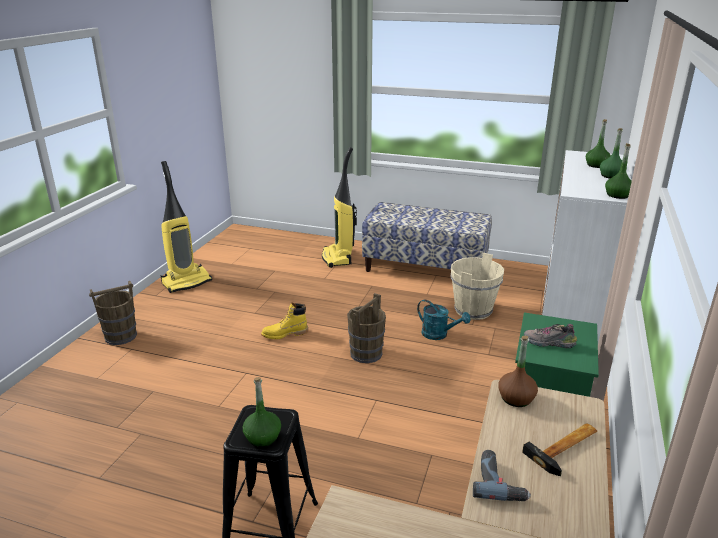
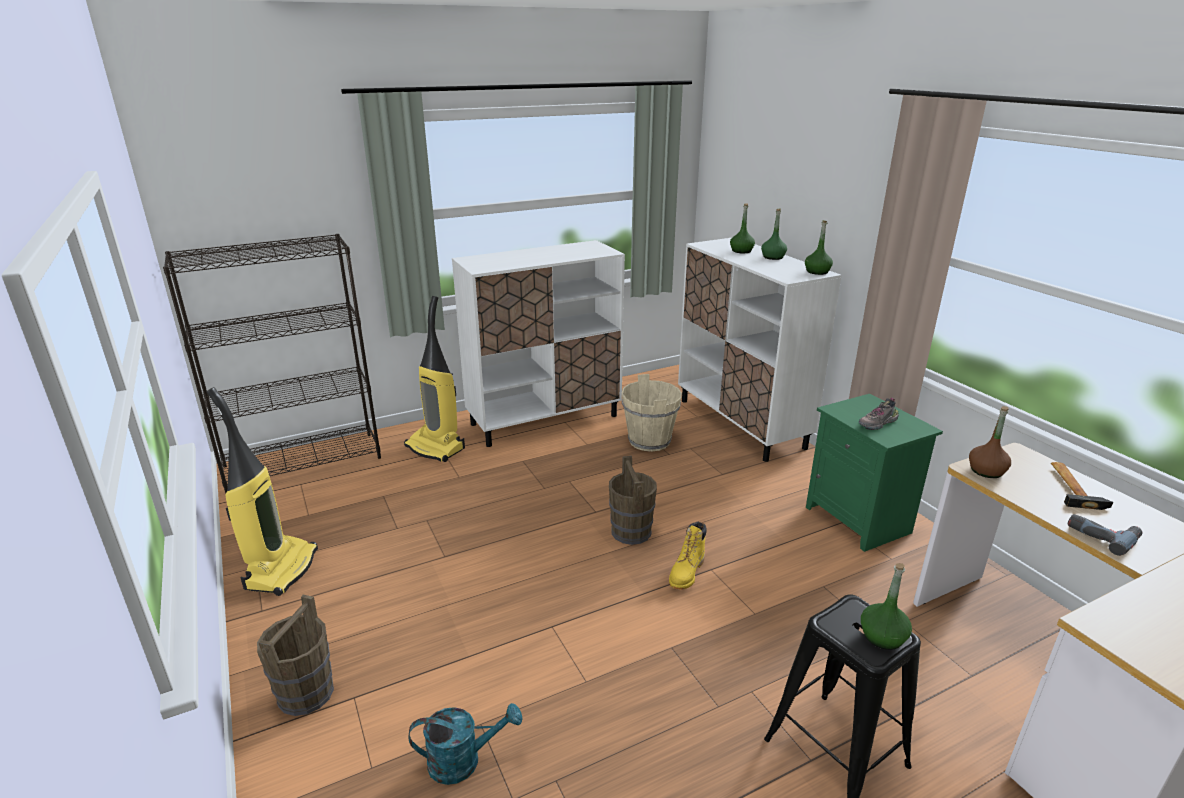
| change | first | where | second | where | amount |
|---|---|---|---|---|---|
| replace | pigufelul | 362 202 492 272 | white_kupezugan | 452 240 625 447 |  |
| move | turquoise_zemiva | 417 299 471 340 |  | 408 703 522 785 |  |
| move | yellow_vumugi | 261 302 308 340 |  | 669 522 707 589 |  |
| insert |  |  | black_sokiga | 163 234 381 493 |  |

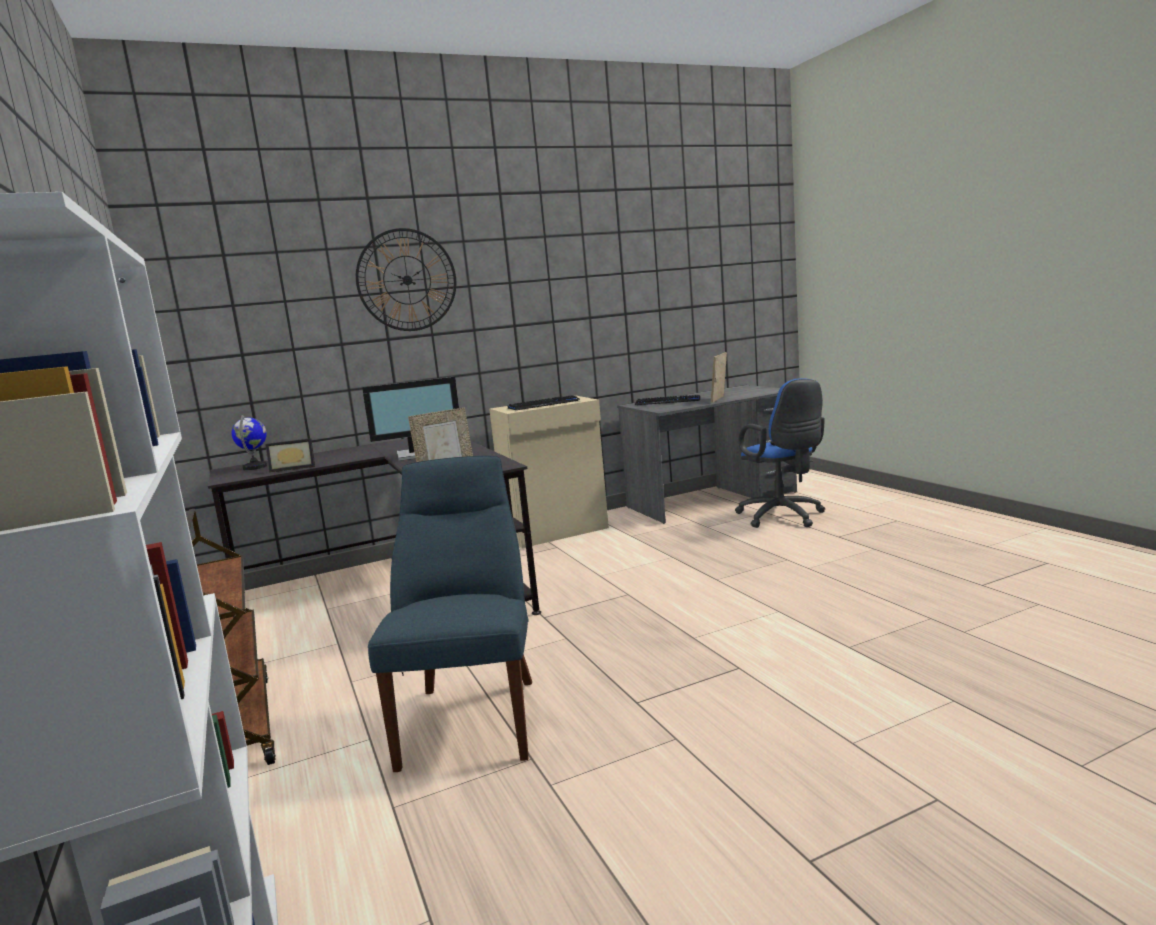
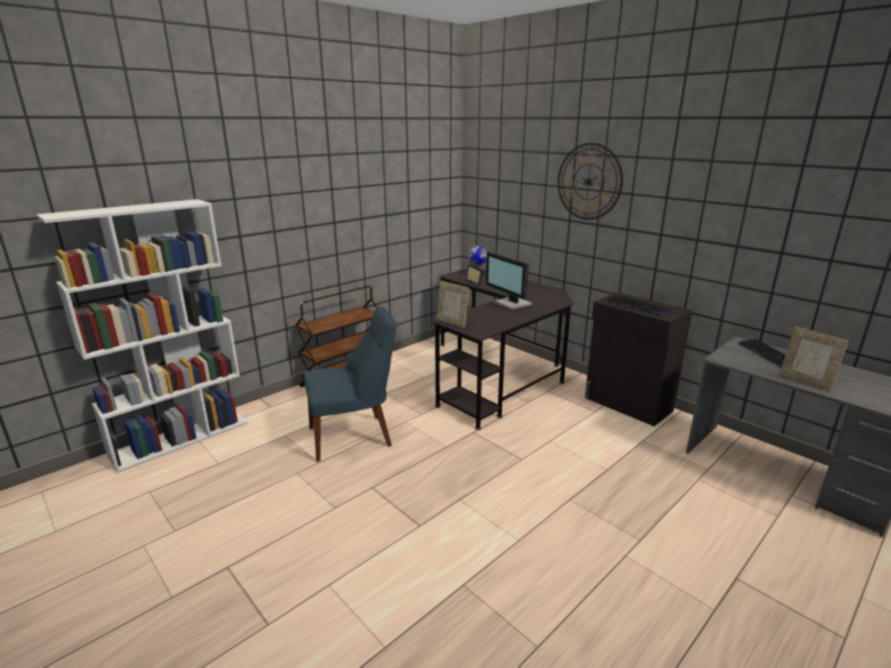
| change | first | where | second | where | amount |
|---|---|---|---|---|---|
| rotate | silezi | 711 352 727 403 |  | 779 327 849 391 | 135 degrees counterclockwise |
| delete | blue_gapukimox | 735 378 825 528 |  |  |  |
| recolor | beige_kupezugan | 489 396 609 548 | black_kupezugan | 585 292 692 426 |  |

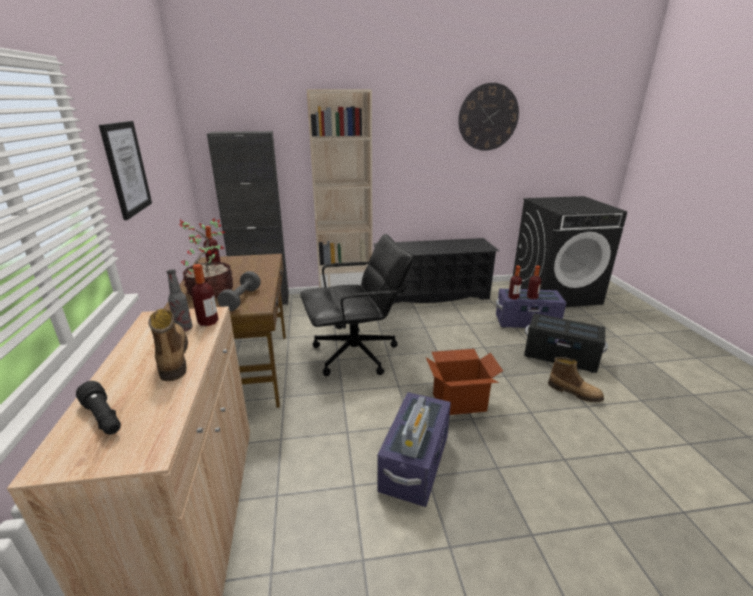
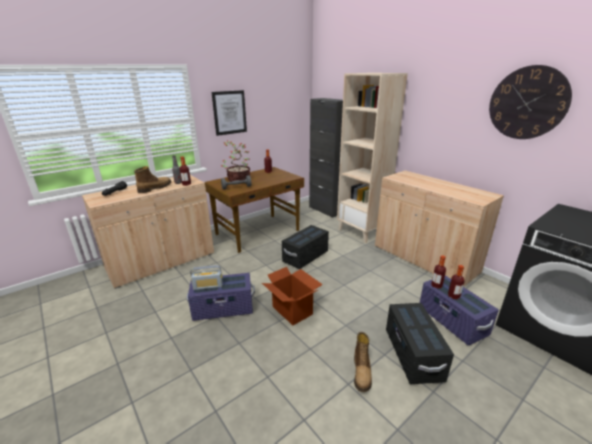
| change | first | where | second | where | amount |
|---|---|---|---|---|---|
| replace | black_gapukimox | 300 234 413 376 | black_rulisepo | 282 225 329 269 |  |
| replace | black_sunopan | 373 238 499 304 | beige_kupezugan | 375 171 504 287 |  |

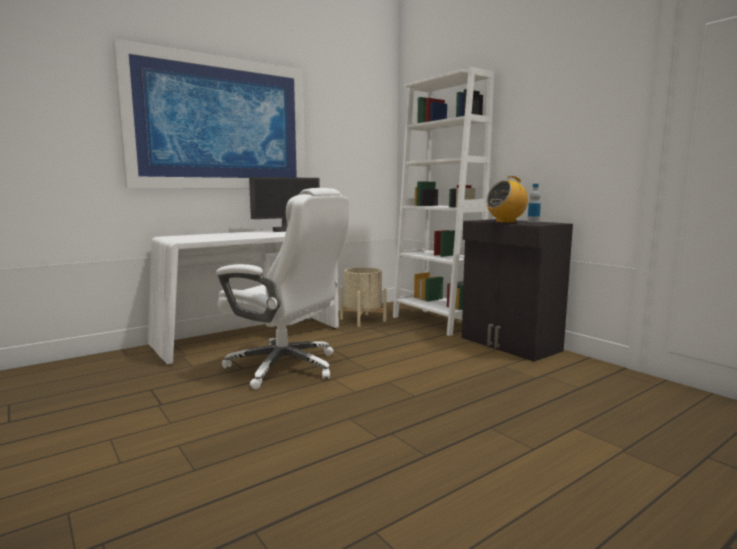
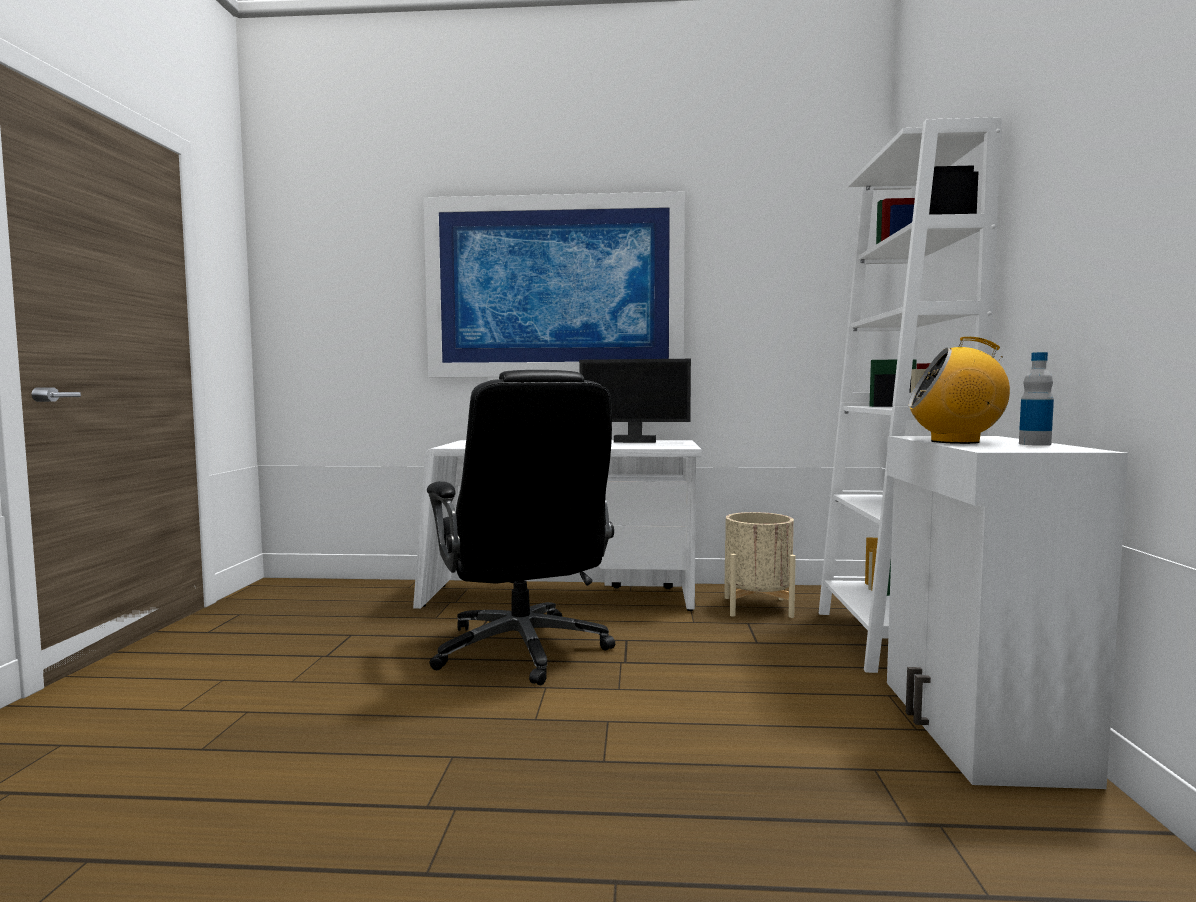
| change | first | where | second | where | amount |
|---|---|---|---|---|---|
| recolor | white_gapukimox | 216 188 349 390 | black_gapukimox | 427 370 615 685 |  |
| recolor | black_kupezugan | 462 219 573 361 | white_kupezugan | 886 436 1128 789 |  |

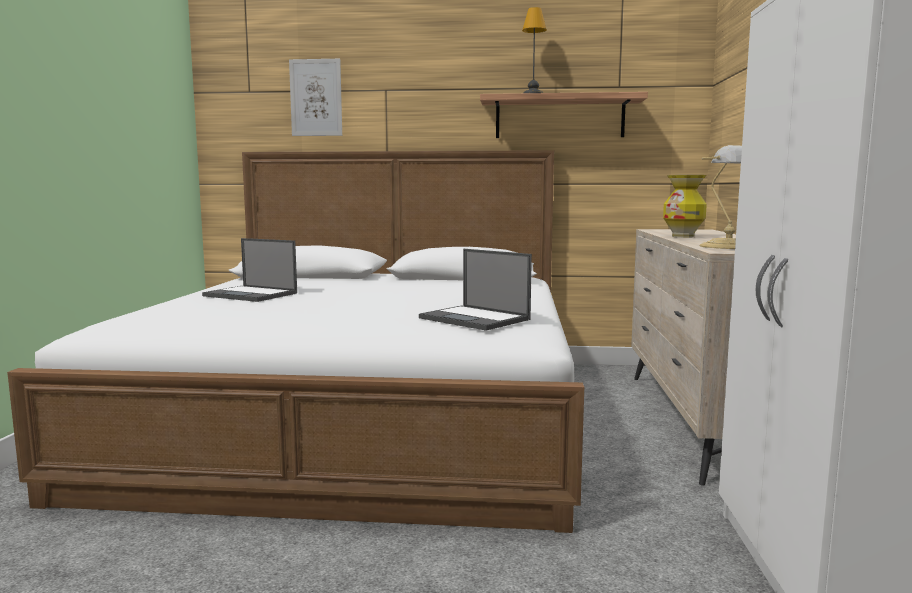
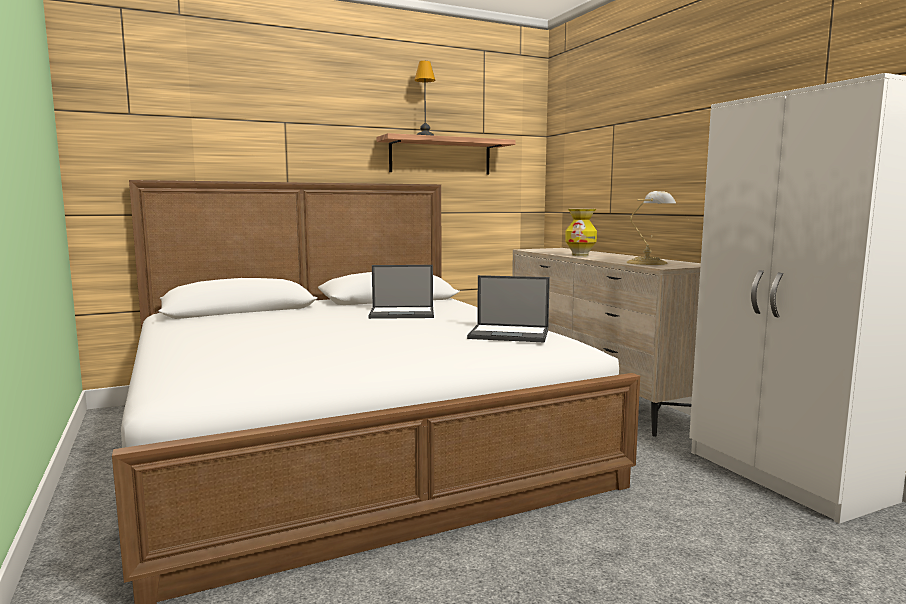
| change | first | where | second | where | amount |
|---|---|---|---|---|---|
| delete | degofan | 289 59 342 136 |  |  |  |
| move | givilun | 202 238 297 302 |  | 368 265 434 319 |  |

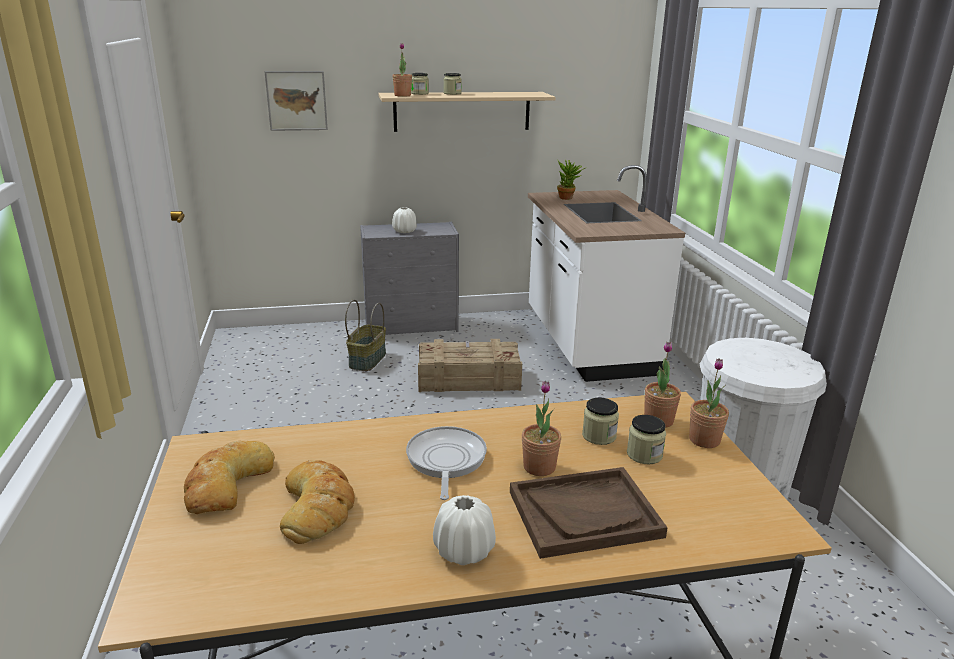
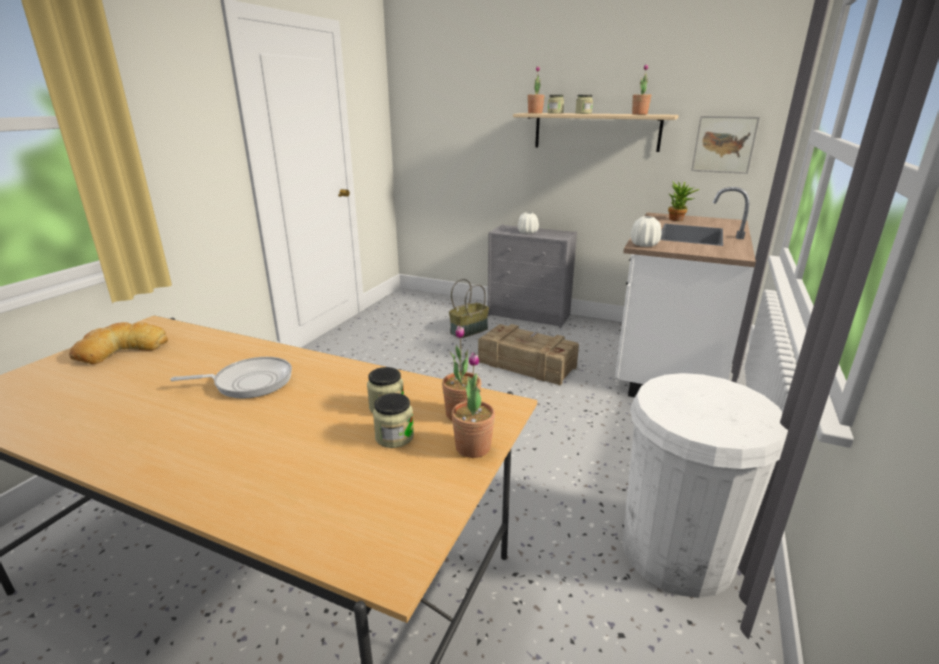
| change | first | where | second | where | amount |
|---|---|---|---|---|---|
| move | degofan | 264 71 328 131 |  | 691 116 760 174 |  |
| move | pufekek | 522 381 561 476 |  | 632 64 651 115 |  |
| rotate | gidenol | 406 426 487 500 |  | 170 357 292 399 | 45 degrees clockwise |
| delete | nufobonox | 280 460 355 544 |  |  |  |
| delete | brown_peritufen | 510 467 668 559 |  |  |  |
| move | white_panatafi | 433 495 496 565 |  | 631 216 661 247 |  |

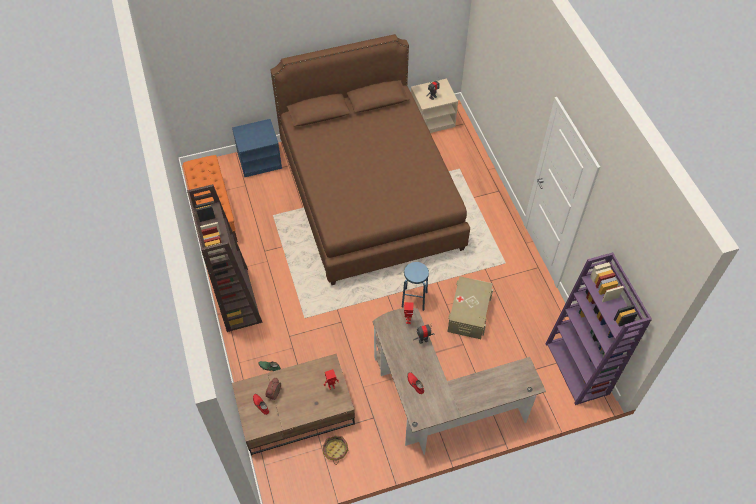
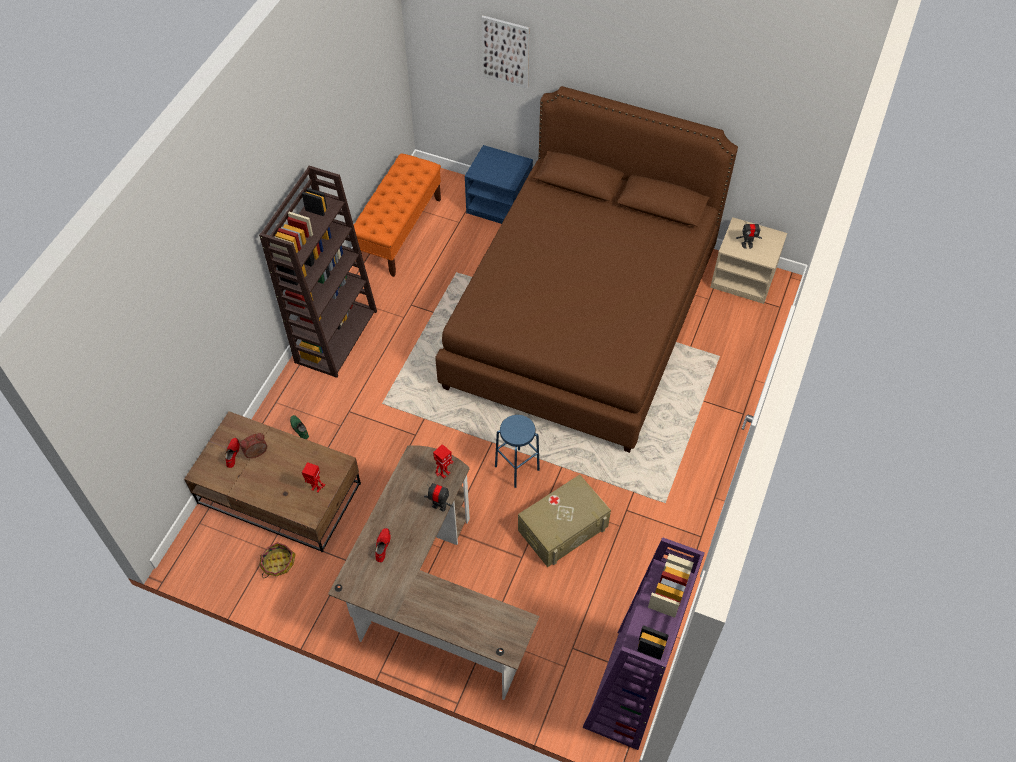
| change | first | where | second | where | amount |
|---|---|---|---|---|---|
| insert |  |  | degofan | 482 16 529 89 |  |

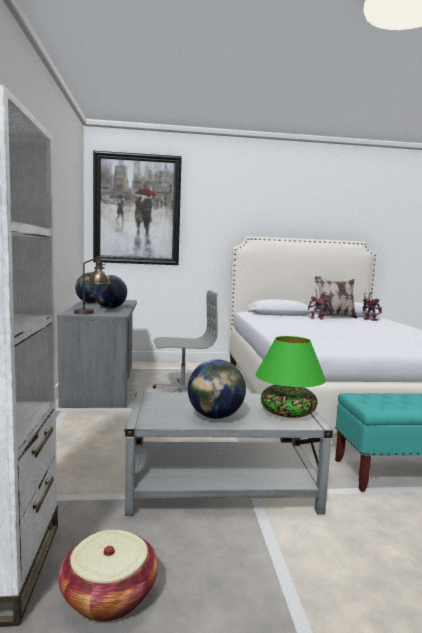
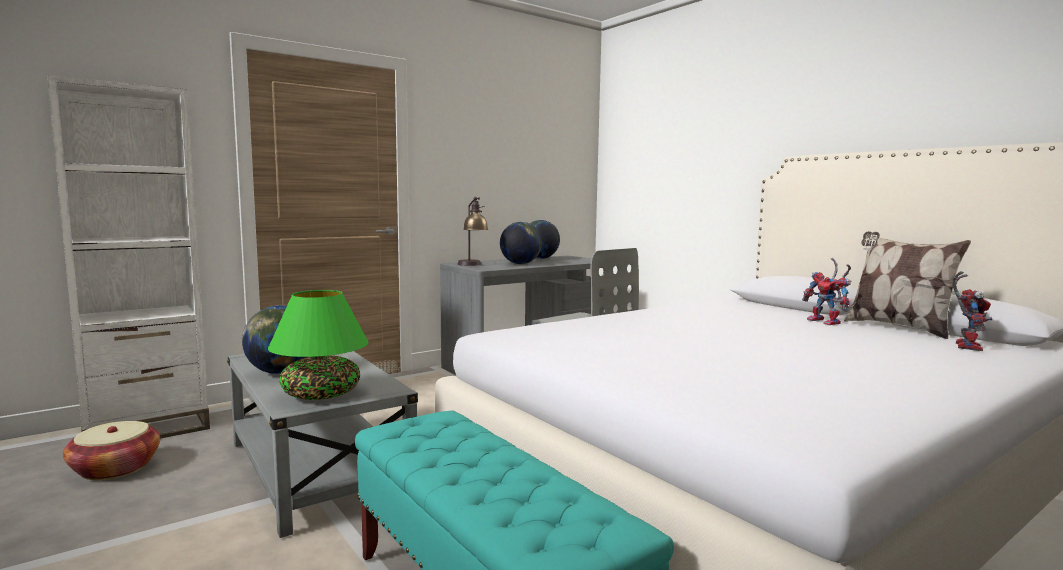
| change | first | where | second | where | amount |
|---|---|---|---|---|---|
| delete | degofan | 93 151 182 265 |  |  |  |

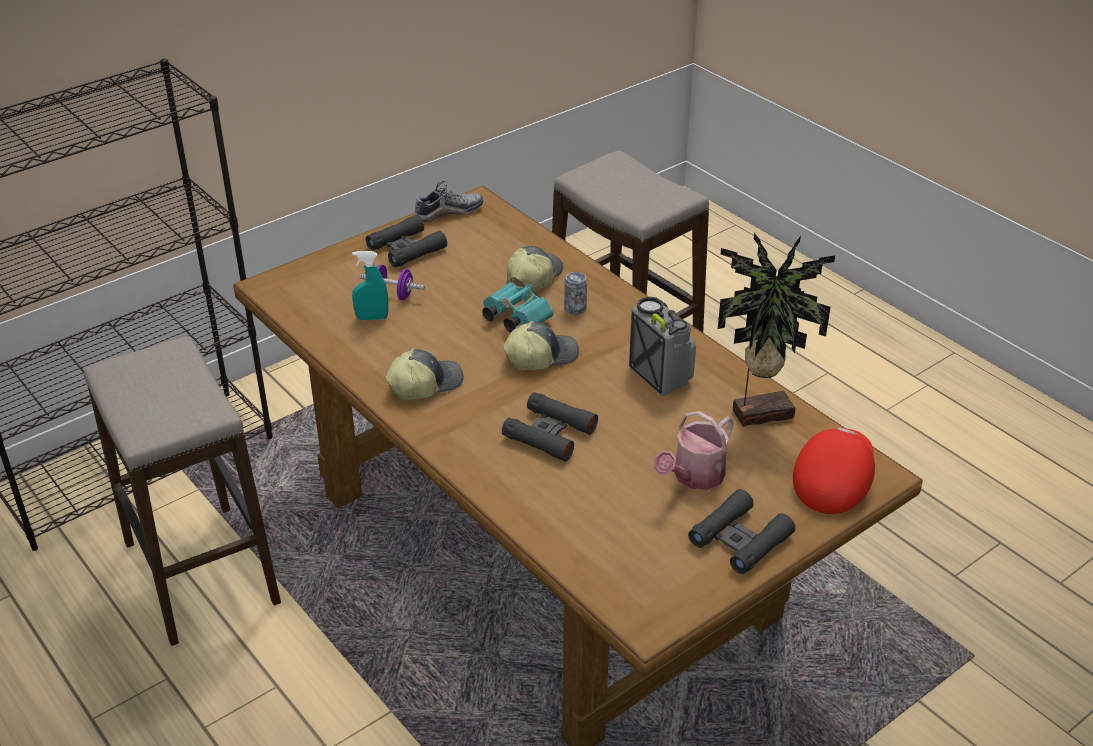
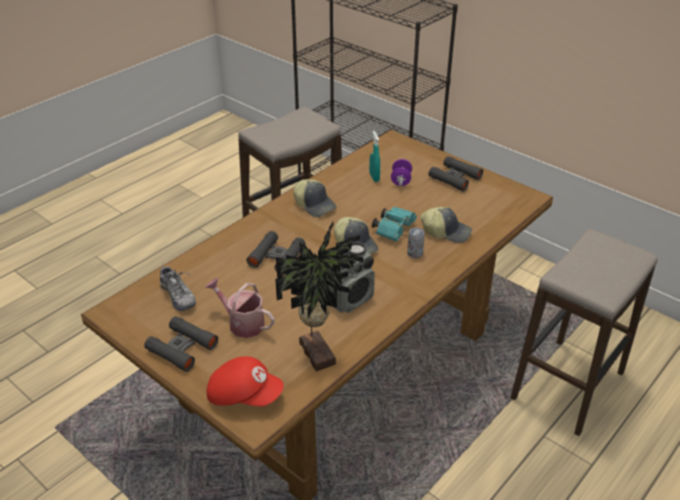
| change | first | where | second | where | amount |
|---|---|---|---|---|---|
| move | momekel | 414 181 483 222 |  | 160 265 196 311 |  |

